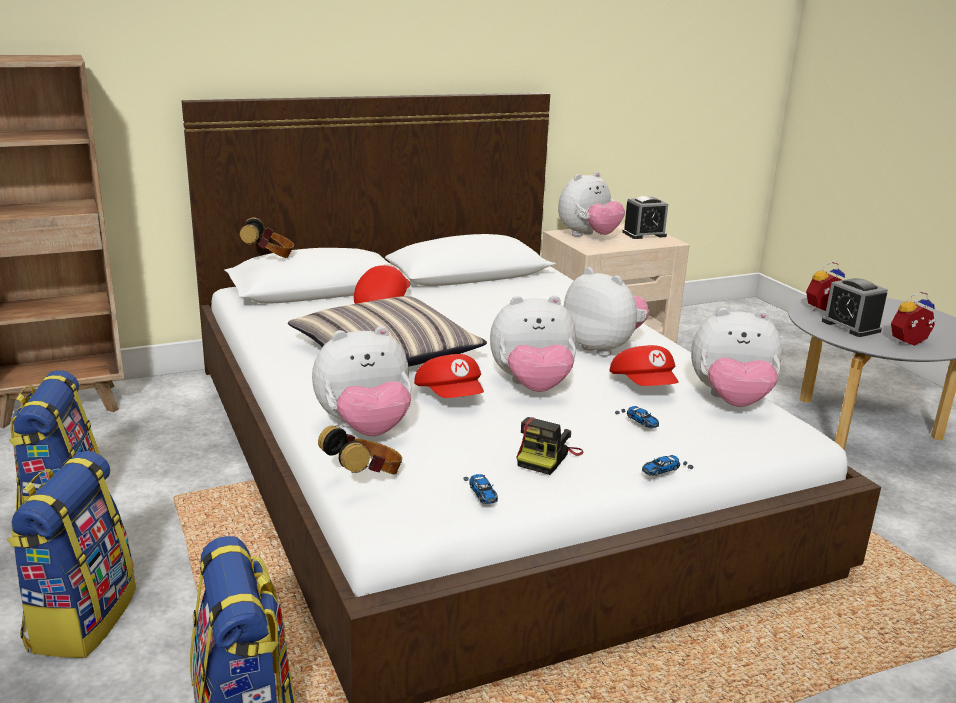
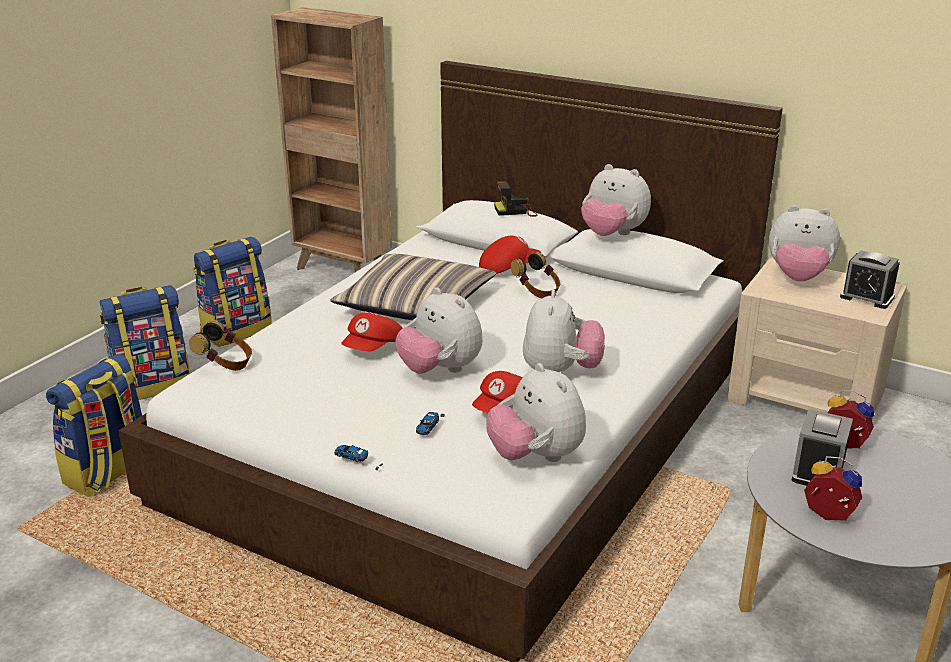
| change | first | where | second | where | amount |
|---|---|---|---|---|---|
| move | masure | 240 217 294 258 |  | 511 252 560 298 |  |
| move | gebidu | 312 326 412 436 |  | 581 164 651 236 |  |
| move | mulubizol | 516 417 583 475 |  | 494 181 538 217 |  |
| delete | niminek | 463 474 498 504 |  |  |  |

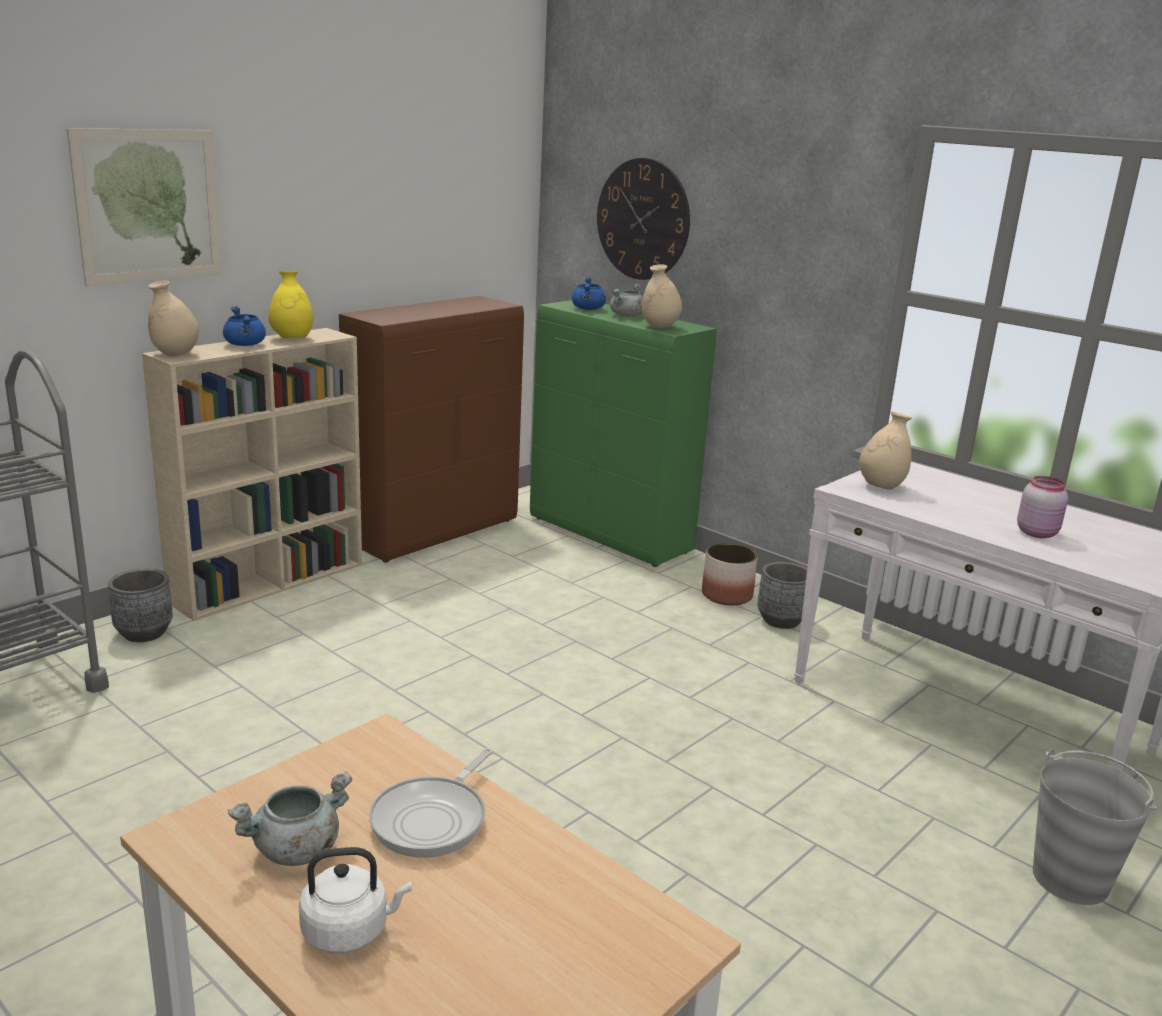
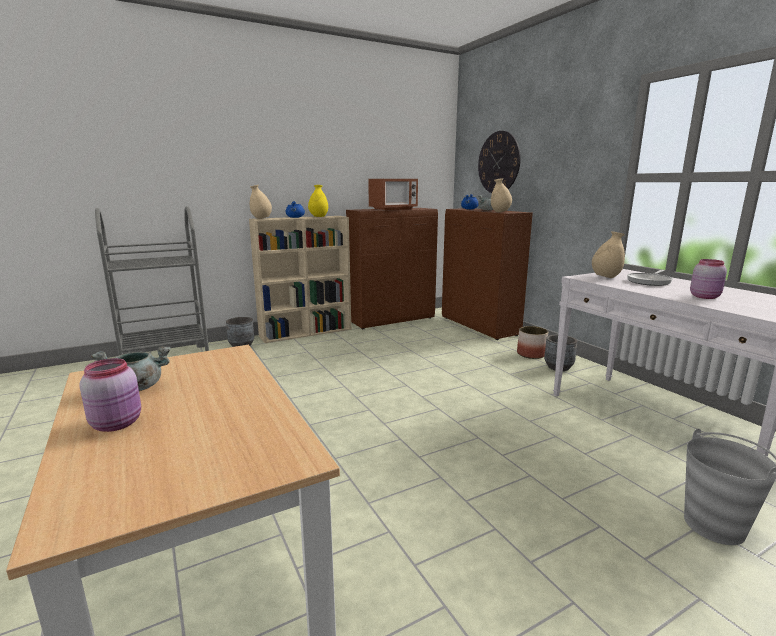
| change | first | where | second | where | amount |
|---|---|---|---|---|---|
| delete | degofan | 67 128 222 286 |  |  |  |
| recolor | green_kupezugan | 530 300 717 567 | brown_kupezugan | 442 208 533 340 |  |
| move | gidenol | 369 748 493 858 |  | 627 270 673 286 |  |
| replace | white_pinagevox | 299 847 412 954 | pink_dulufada | 79 358 141 432 |  |
| insert |  |  | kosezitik | 368 179 418 210 |  |

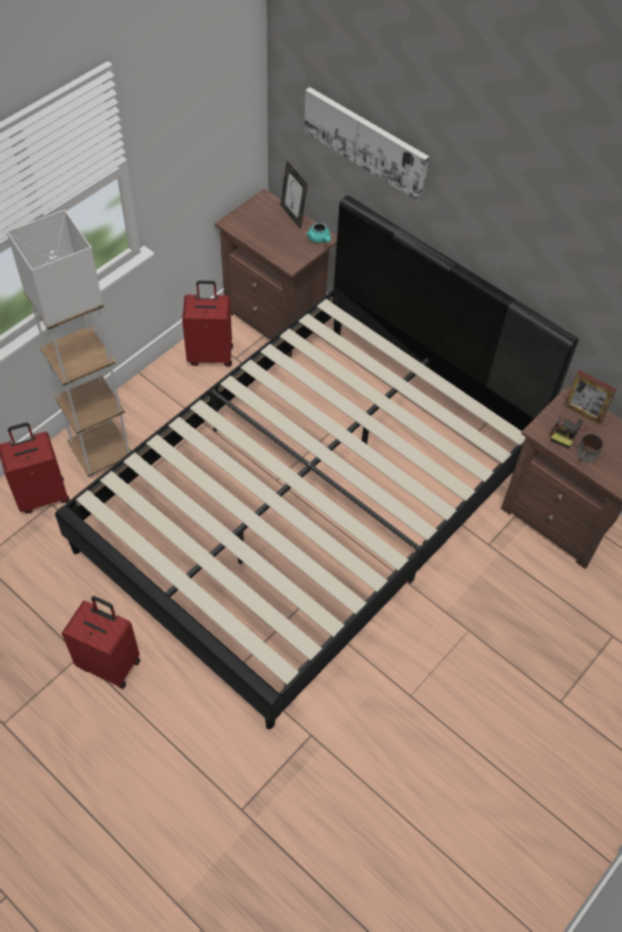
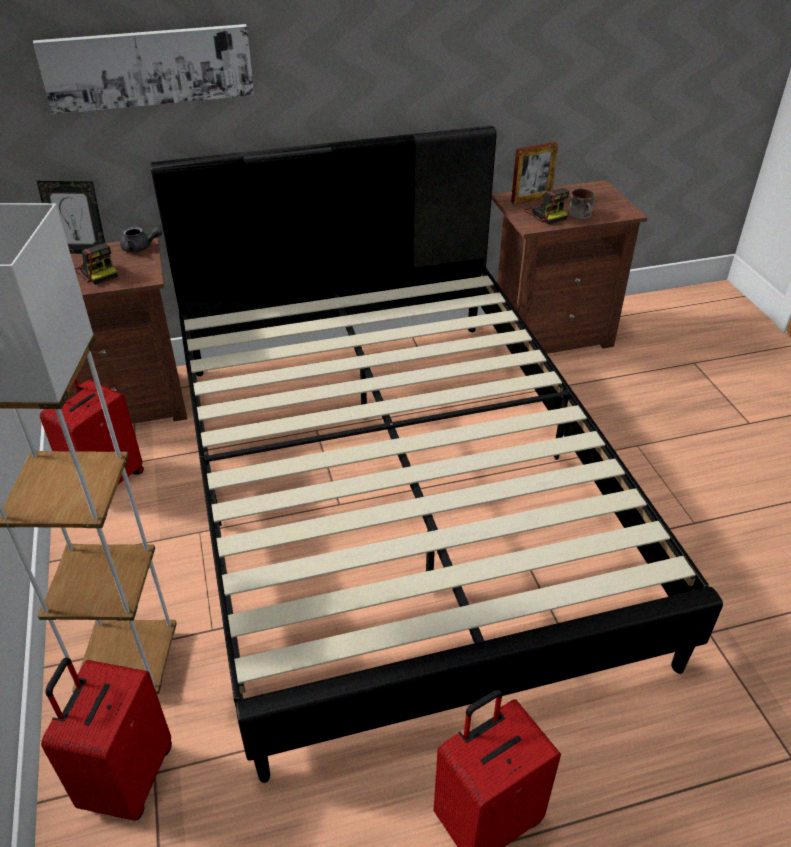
| change | first | where | second | where | amount |
|---|---|---|---|---|---|
| recolor | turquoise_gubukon | 306 222 331 243 | grey_gubukon | 120 227 163 252 |  |
| insert |  |  | mulubizol | 75 243 118 285 |  |

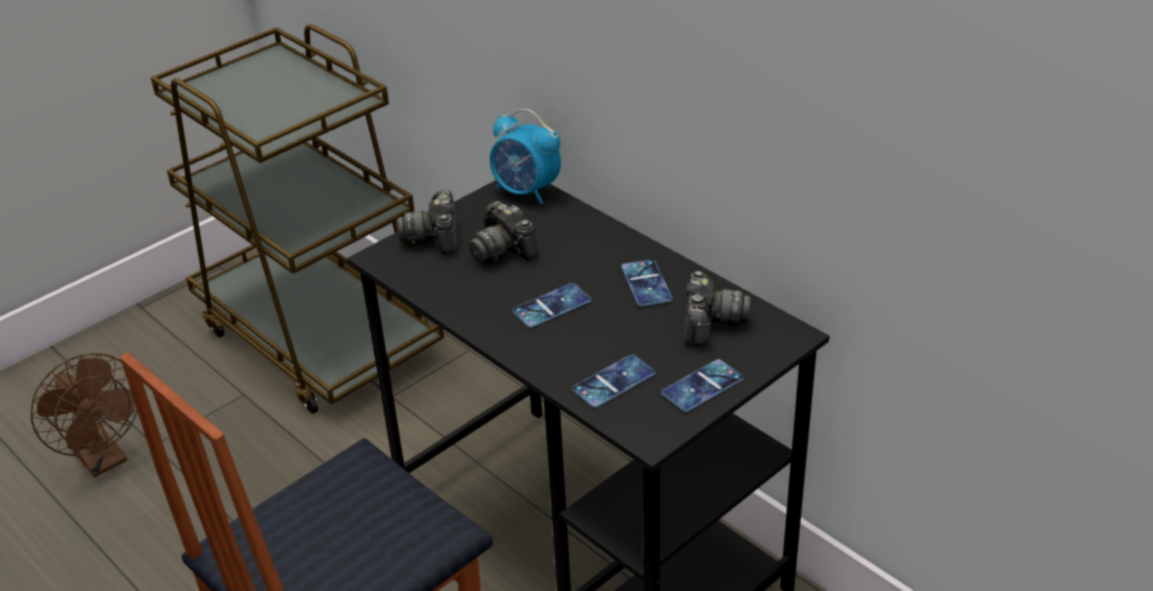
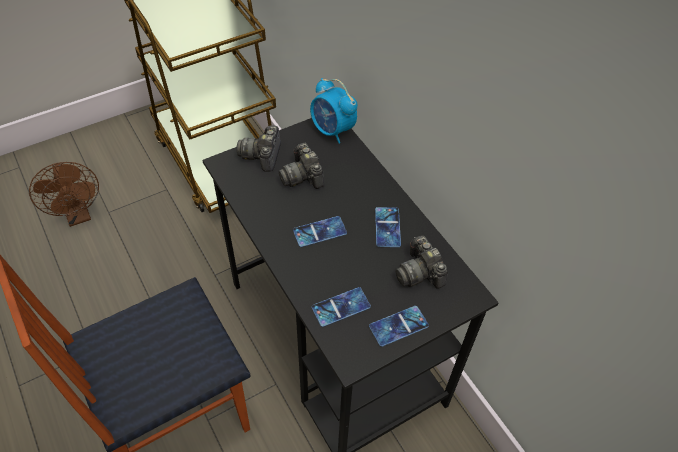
| change | first | where | second | where | amount |
|---|---|---|---|---|---|
| rotate | mulubizol | 684 271 751 347 |  | 396 235 448 289 | 135 degrees clockwise |

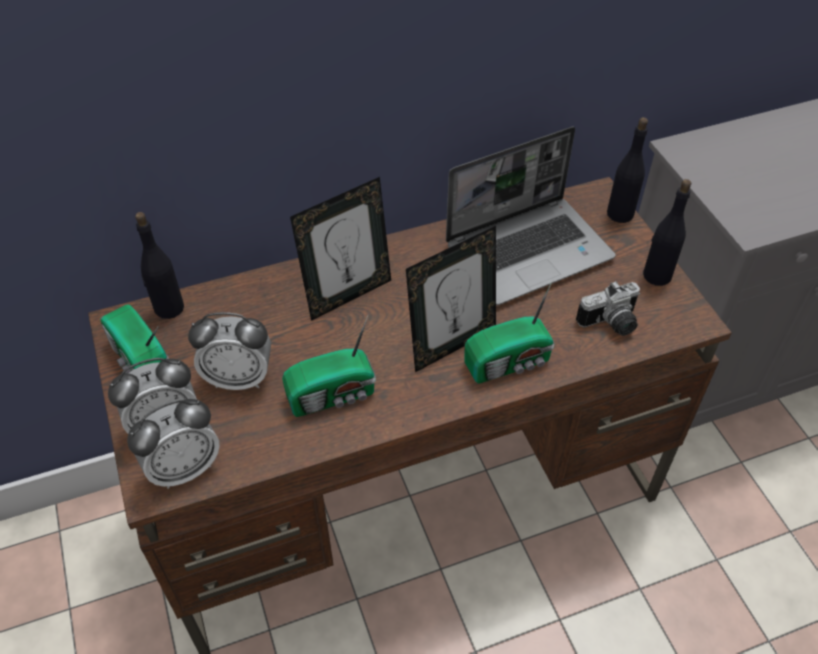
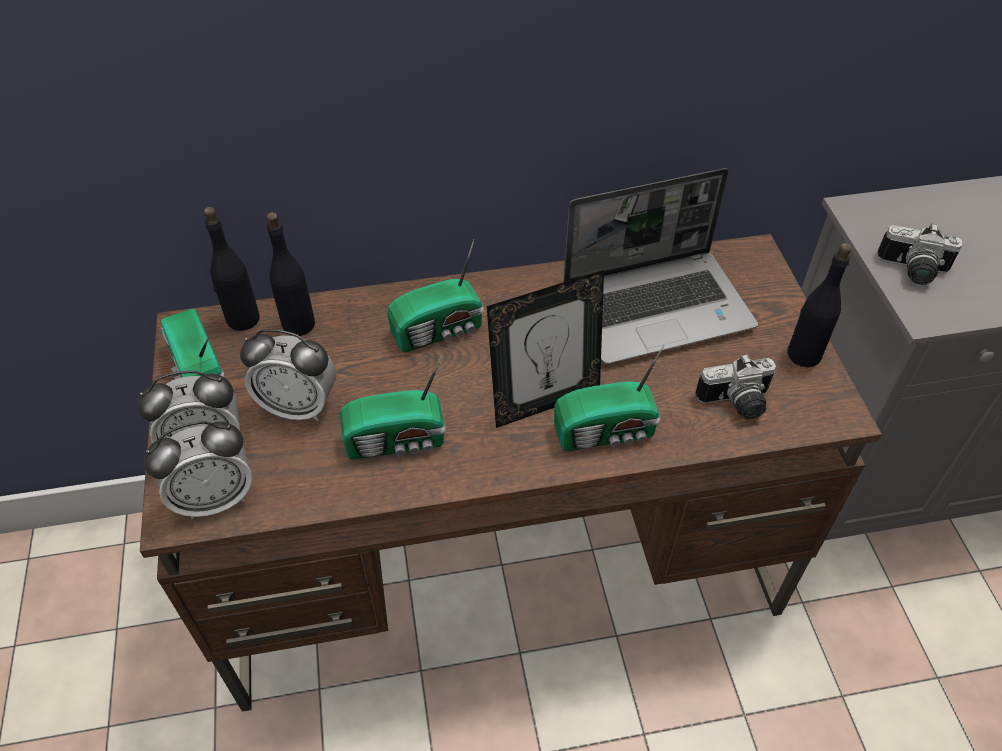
| change | first | where | second | where | amount |
|---|---|---|---|---|---|
| move | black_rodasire | 607 117 648 223 |  | 266 212 315 336 |  |
| replace | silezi | 290 177 391 321 | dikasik | 387 240 484 352 |  |
| insert |  |  | mulubizol | 878 223 962 285 |  |

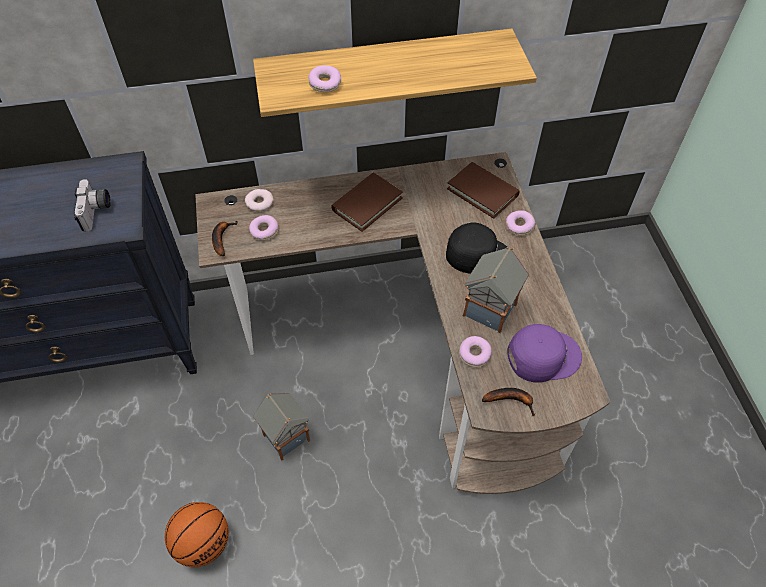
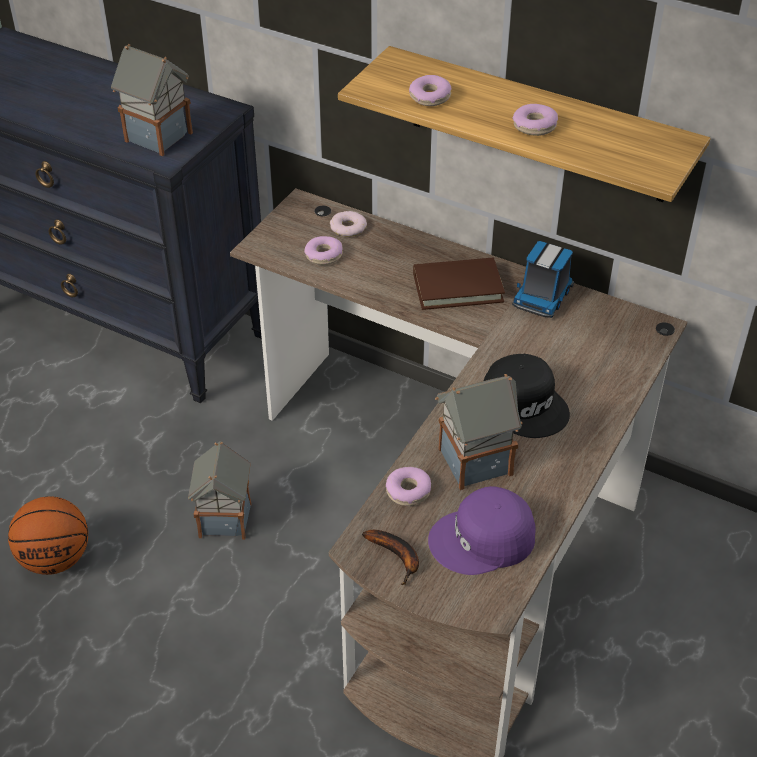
| change | first | where | second | where | amount |
|---|---|---|---|---|---|
| delete | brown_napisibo | 447 162 520 219 |  |  |  |
| replace | mulubizol | 74 179 111 231 | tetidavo | 111 44 193 156 |  |
| move | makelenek | 506 210 535 235 |  | 512 104 558 136 |  |
| delete | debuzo | 212 221 238 256 |  |  |  |
| rotate | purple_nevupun | 507 324 582 383 |  | 428 486 535 575 | 135 degrees clockwise |
| insert |  |  | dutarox | 512 241 574 318 |  |

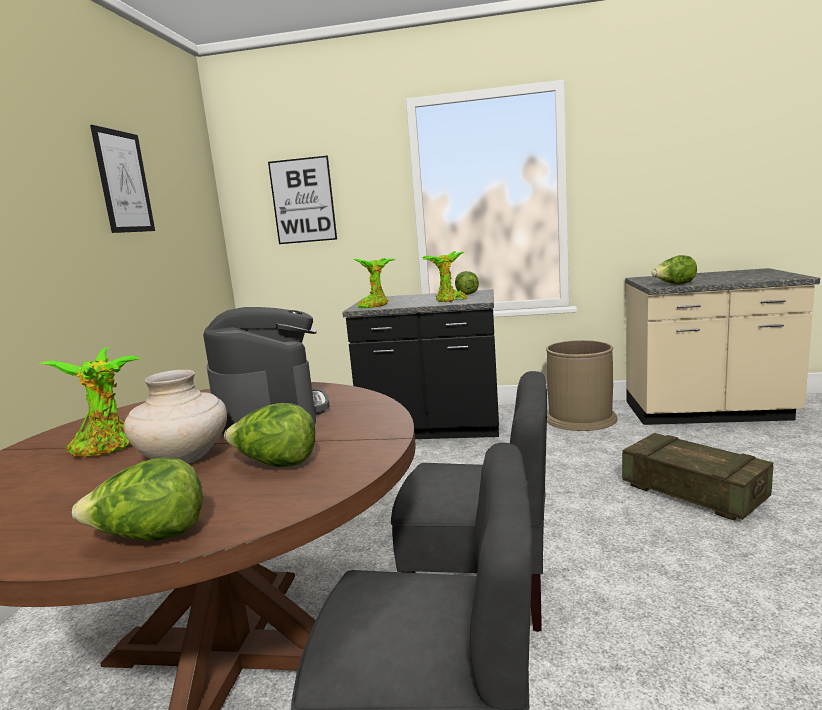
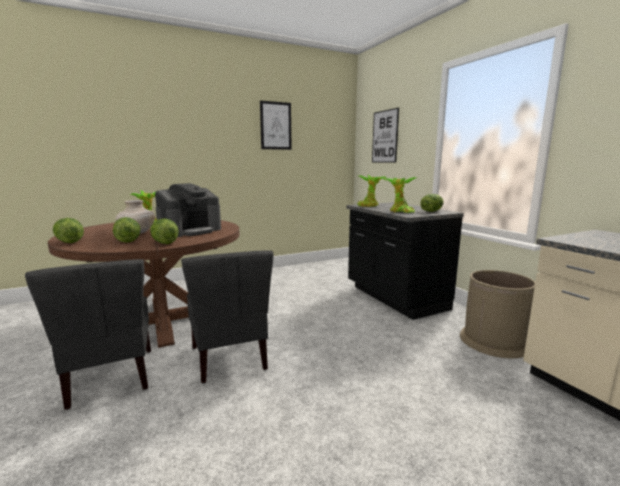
| change | first | where | second | where | amount |
|---|---|---|---|---|---|
| move | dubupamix | 652 255 697 285 |  | 150 218 179 244 |  |
| delete | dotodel | 622 433 773 520 |  |  |  |

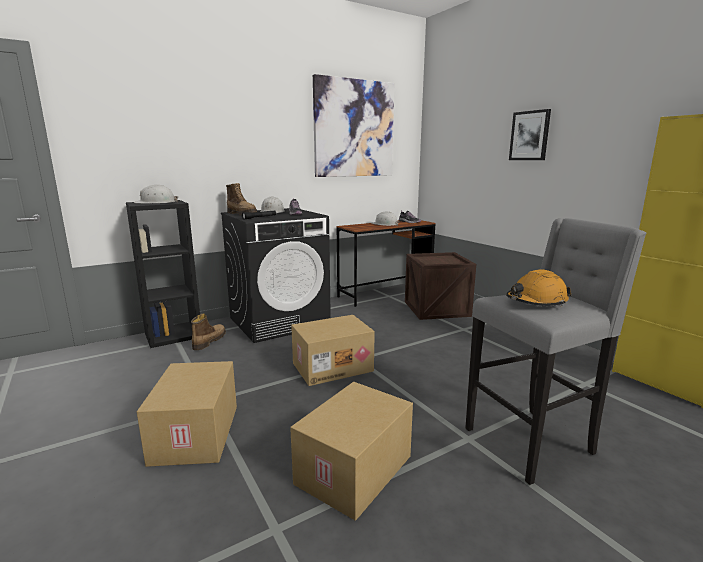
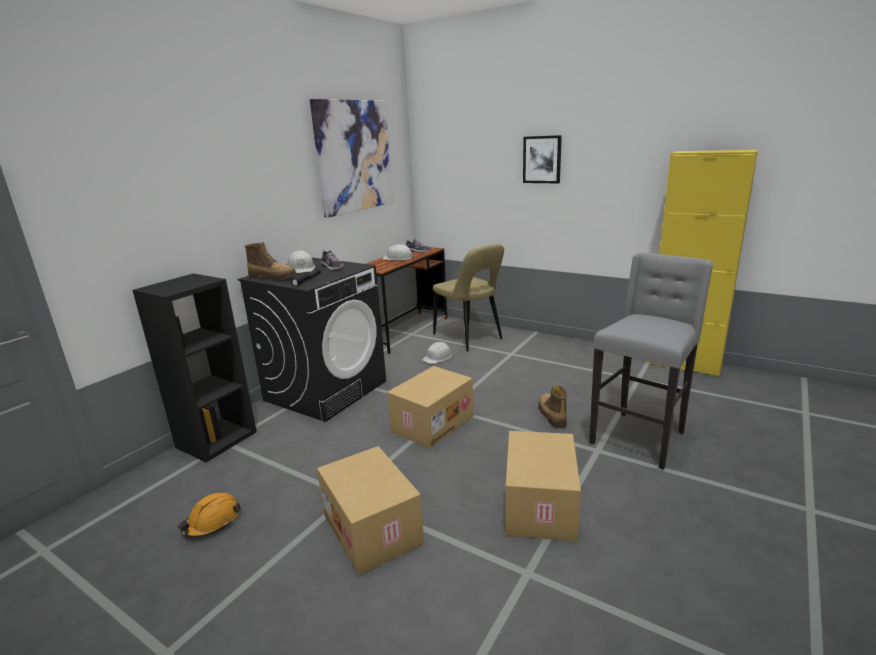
| change | first | where | second | where | amount |
|---|---|---|---|---|---|
| move | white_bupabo | 134 185 178 204 |  | 423 342 452 364 |  |
| replace | dotodel | 405 252 476 320 | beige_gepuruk | 433 244 504 352 |  |
| move | orange_bupabo | 506 269 571 307 |  | 178 492 241 538 |  |
| move | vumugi | 191 314 226 350 |  | 539 385 567 429 |  |

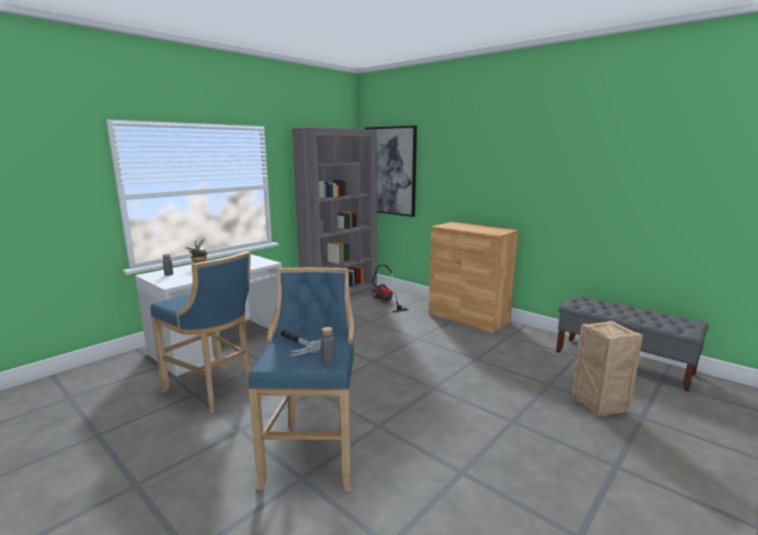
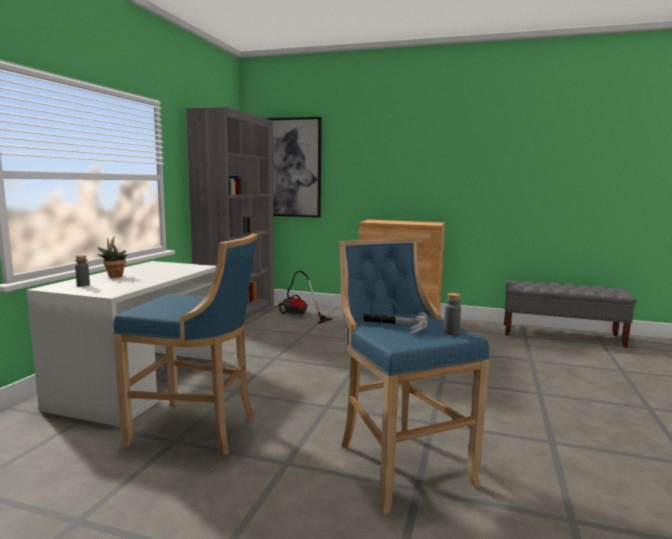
| change | first | where | second | where | amount |
|---|---|---|---|---|---|
| delete | dotodel | 572 320 643 417 |  |  |  |

